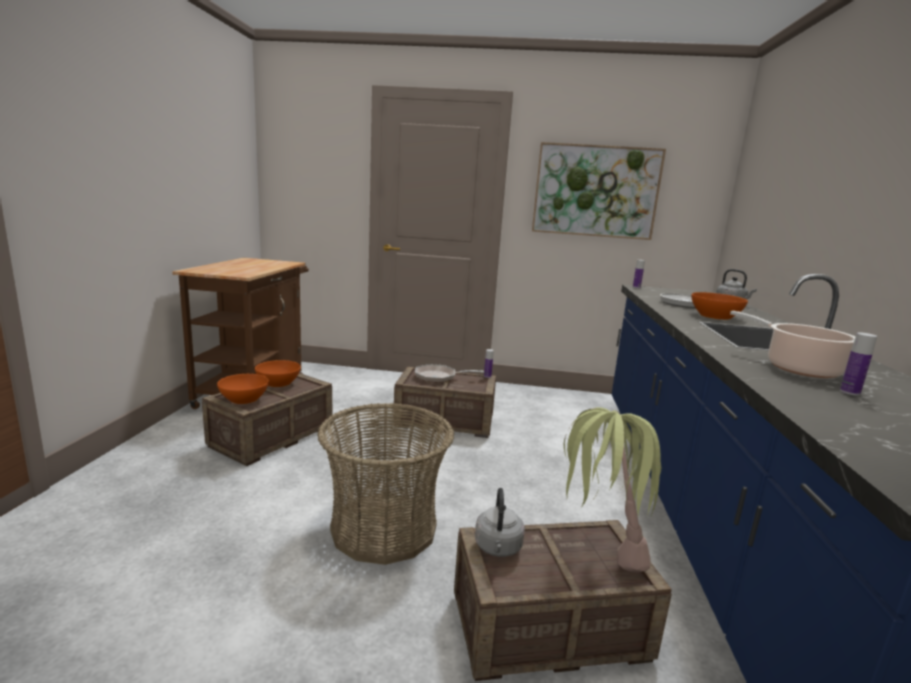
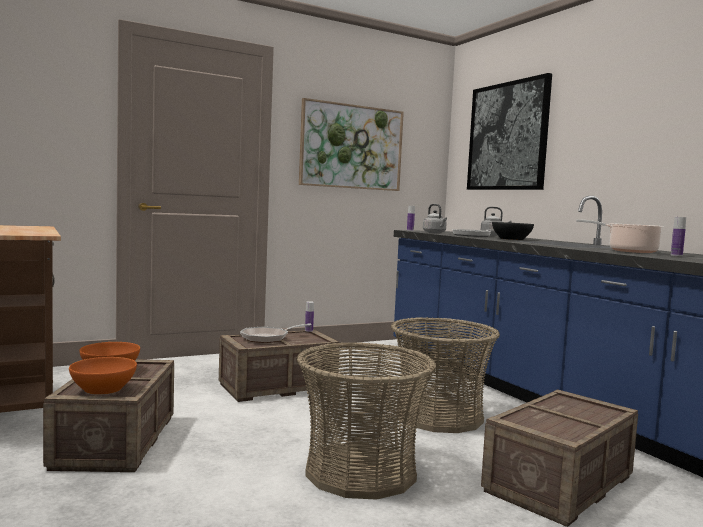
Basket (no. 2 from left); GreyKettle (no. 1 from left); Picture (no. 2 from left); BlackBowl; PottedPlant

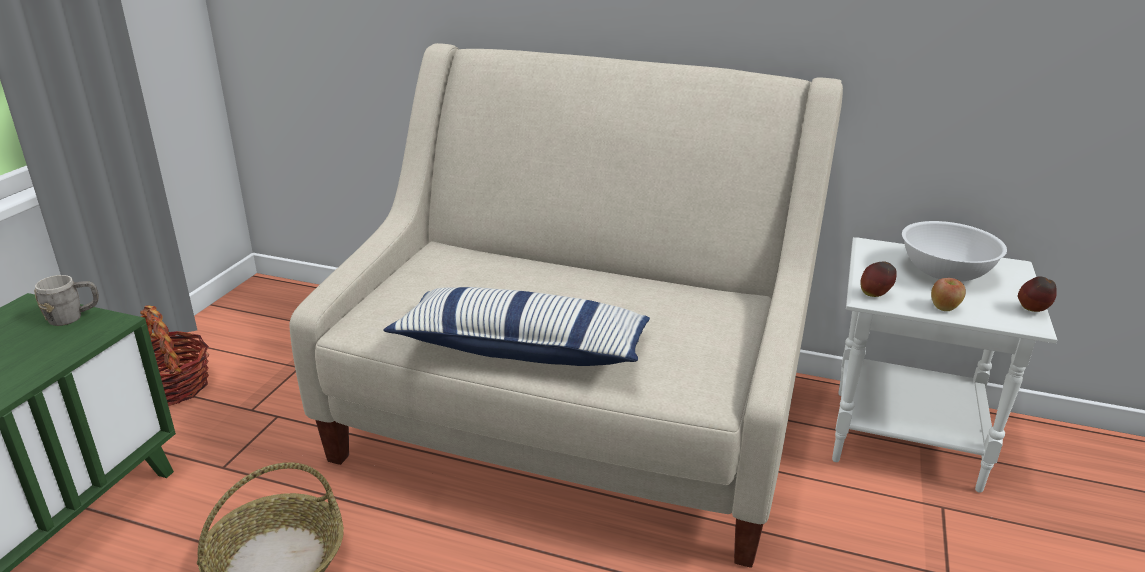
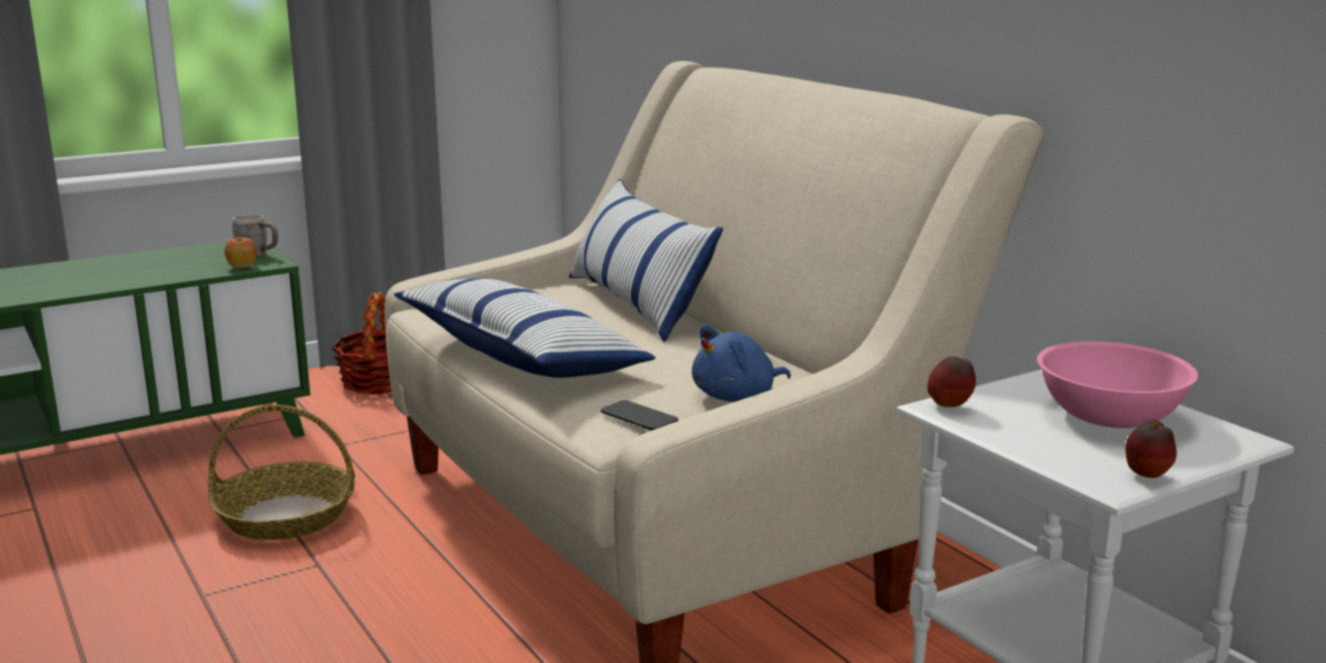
Apple (no. 1 from left); Pillow (no. 2 from left); Phone; BluePlushToy; PinkBowl

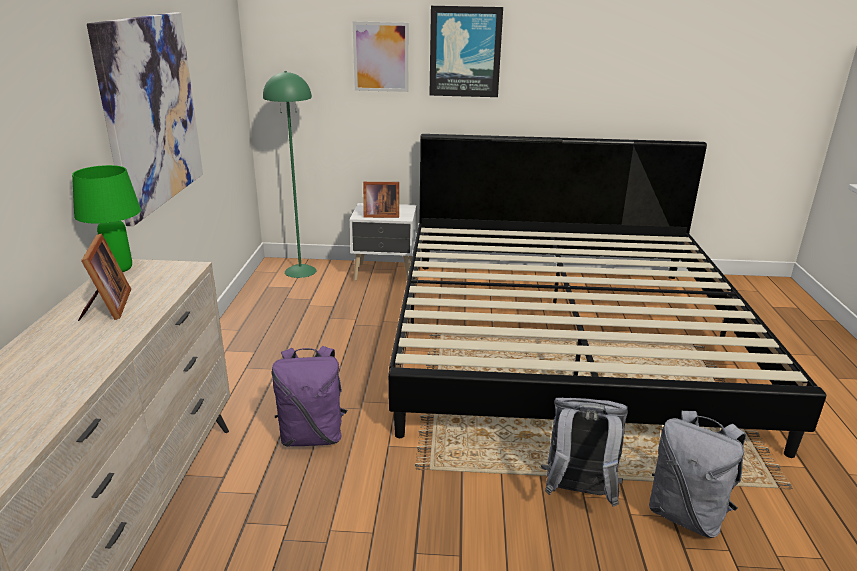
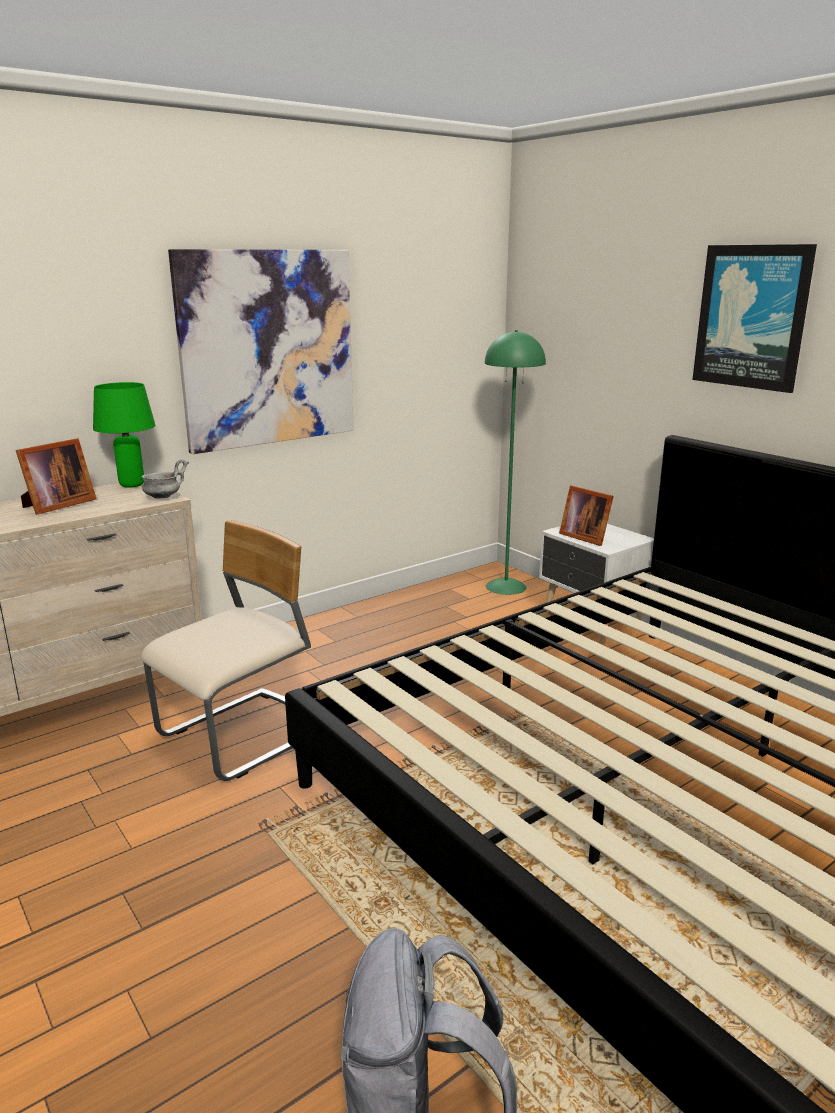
BeigeChair; GreyBowl; Picture (no. 2 from left in the first image); GreyBackpack (no. 1 from left in the first image)

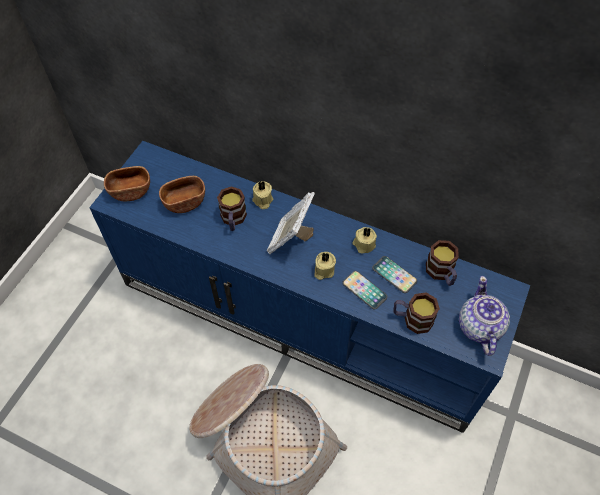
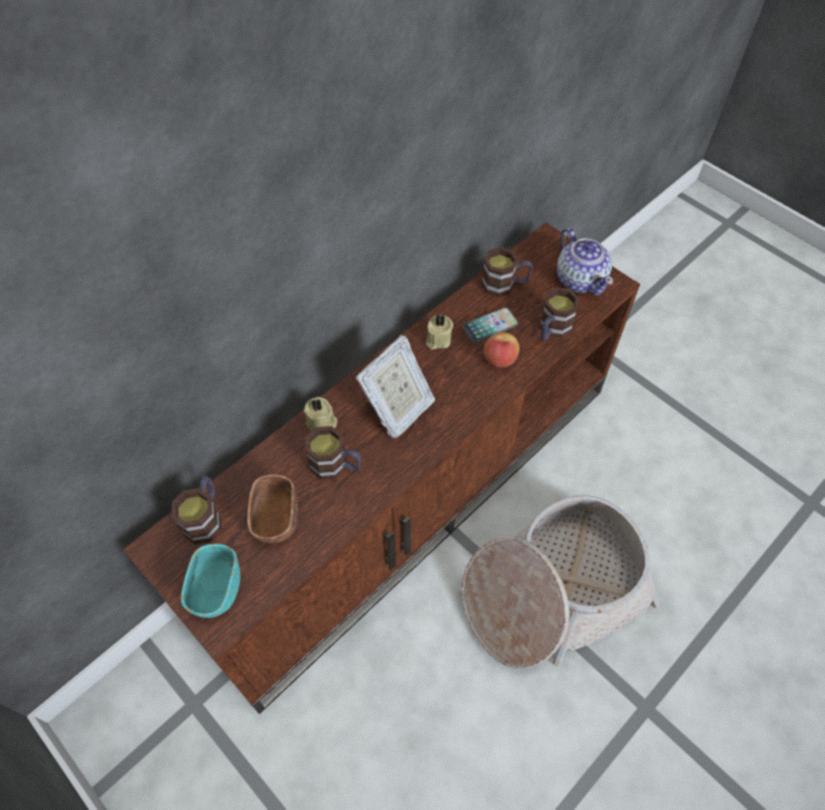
BrownTvStand; Mug (no. 1 from left); TurquoiseBowl; PictureFrame; Apple; Teapot; BeigeCandle (no. 2 from left in the first image)

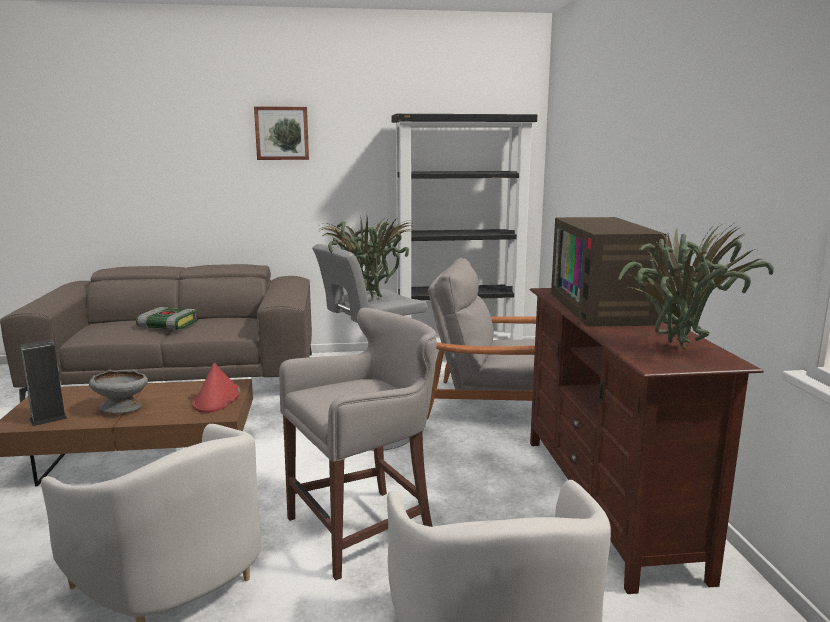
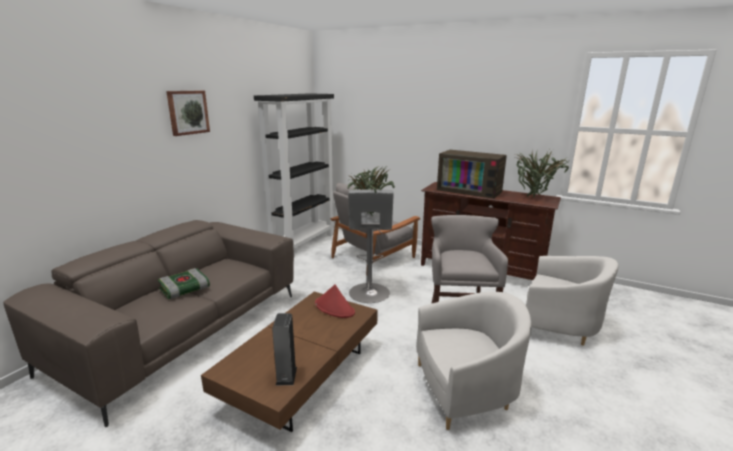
GreyBowl

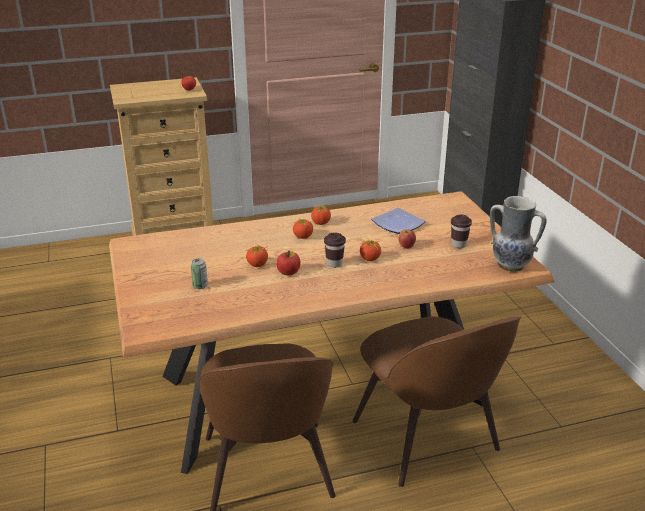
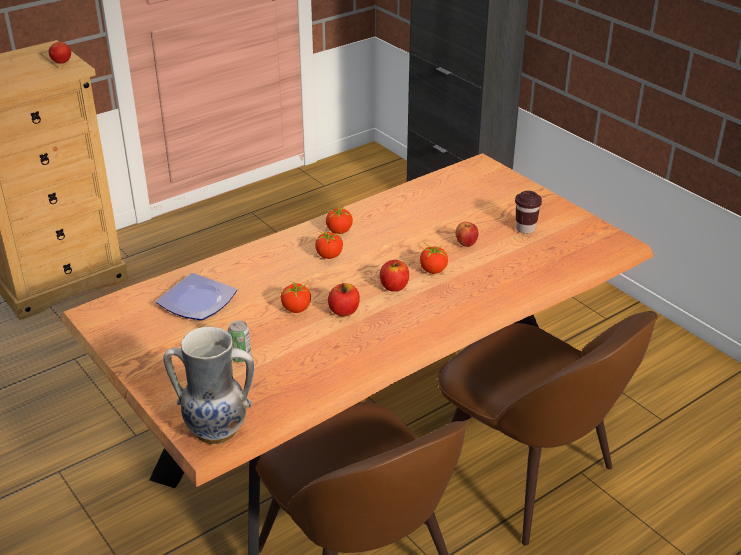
Plate; Vase; Apple (no. 2 from left)

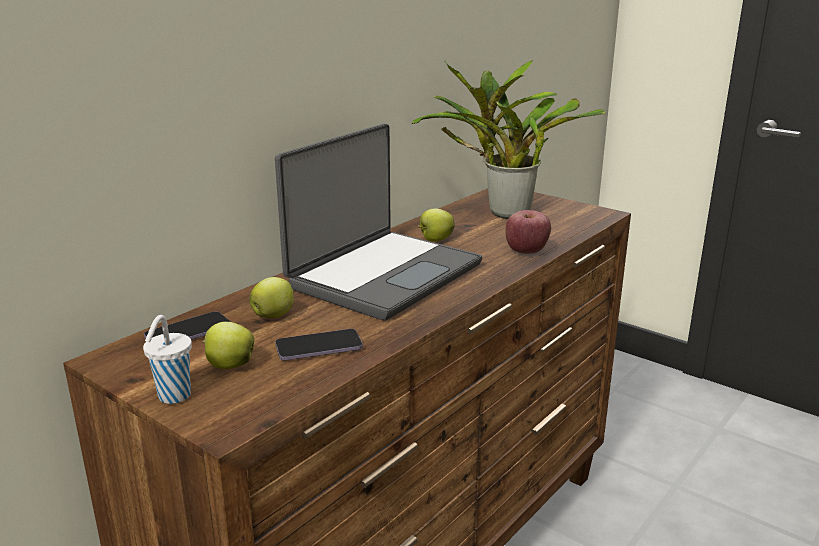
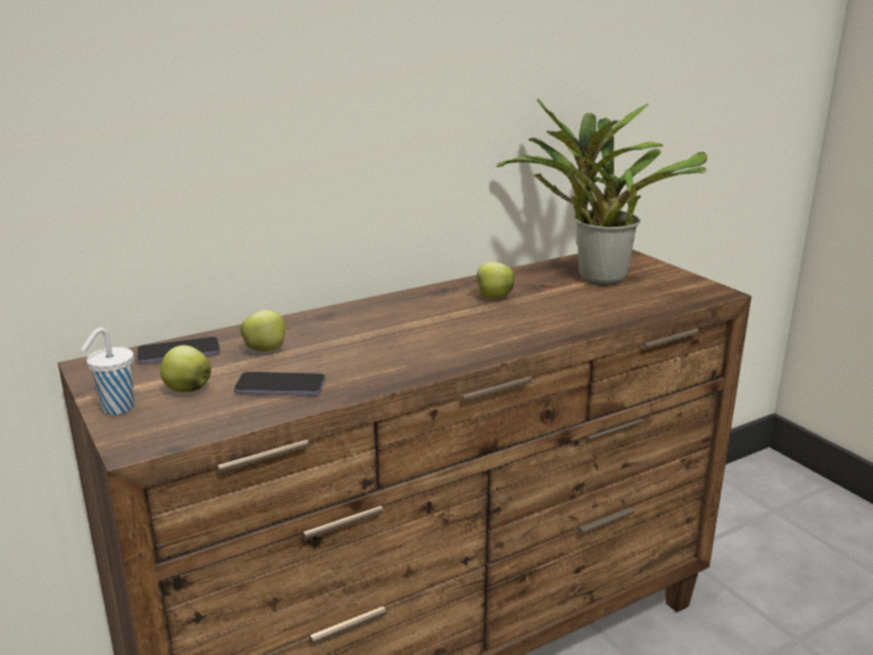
Laptop; Apple (no. 4 from left in the first image)

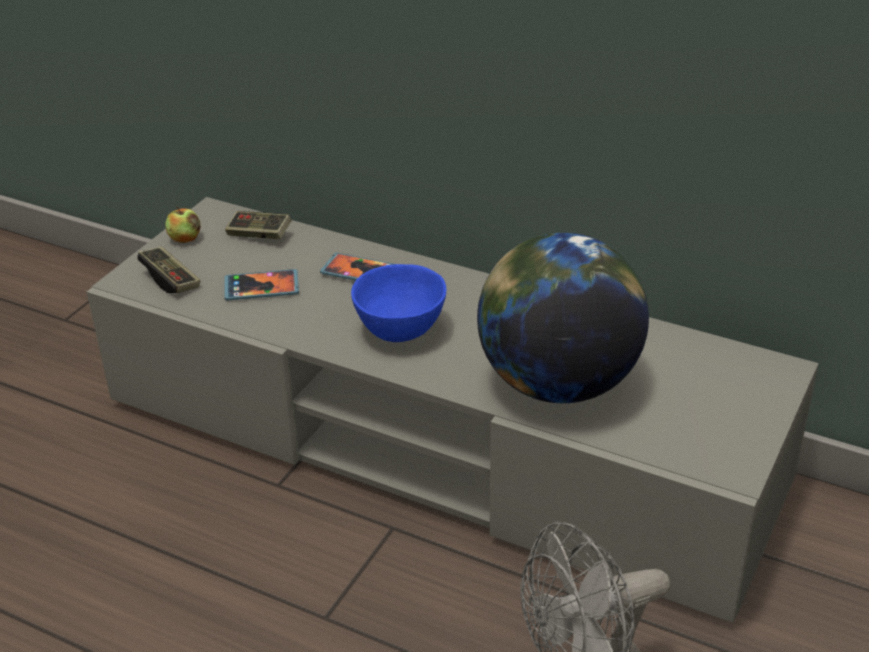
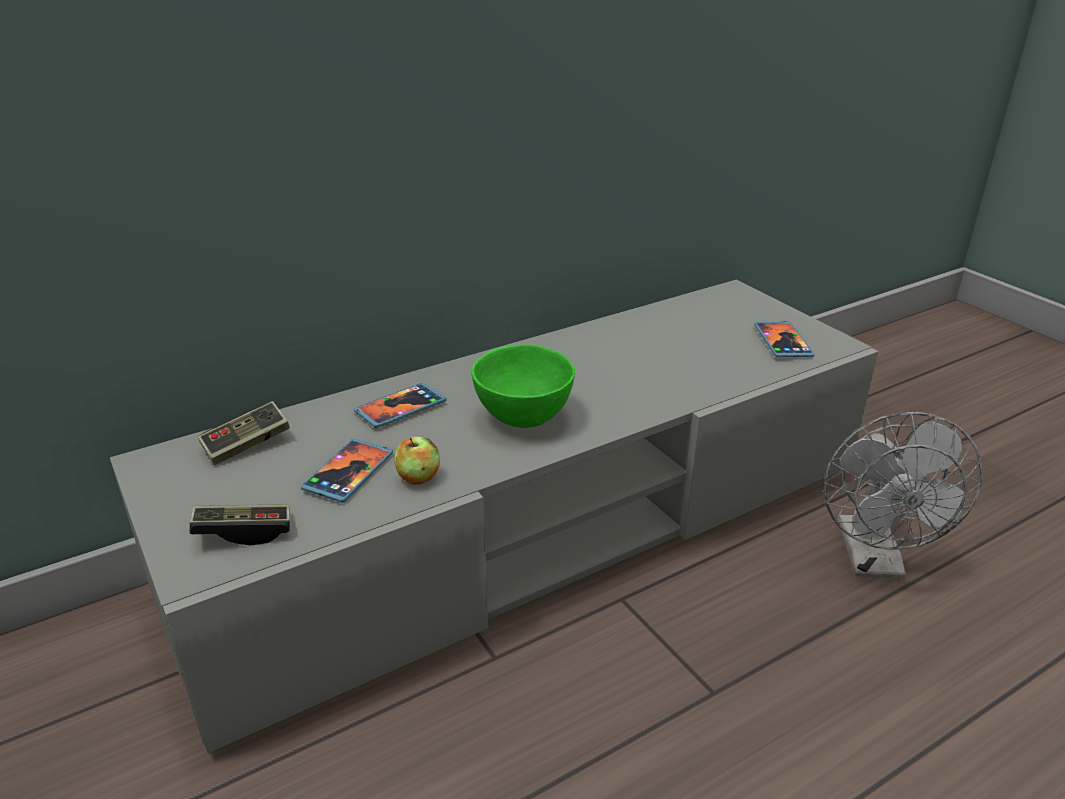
Apple; GreenBowl; Phone (no. 3 from left); Globe

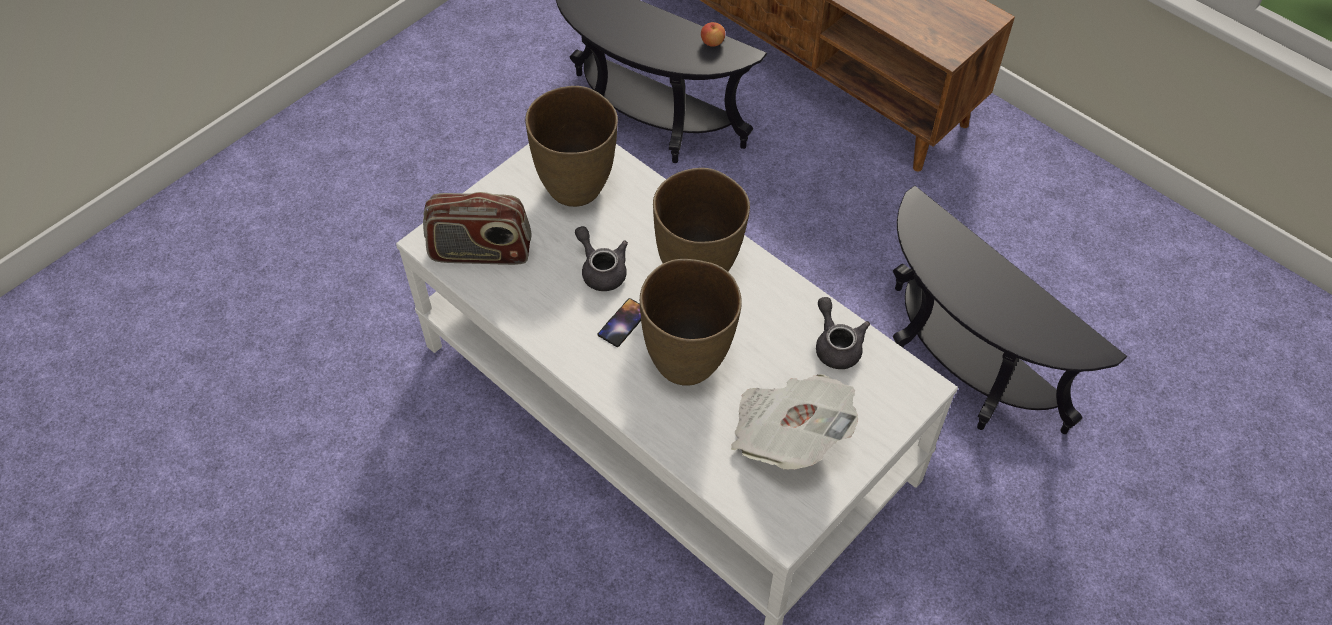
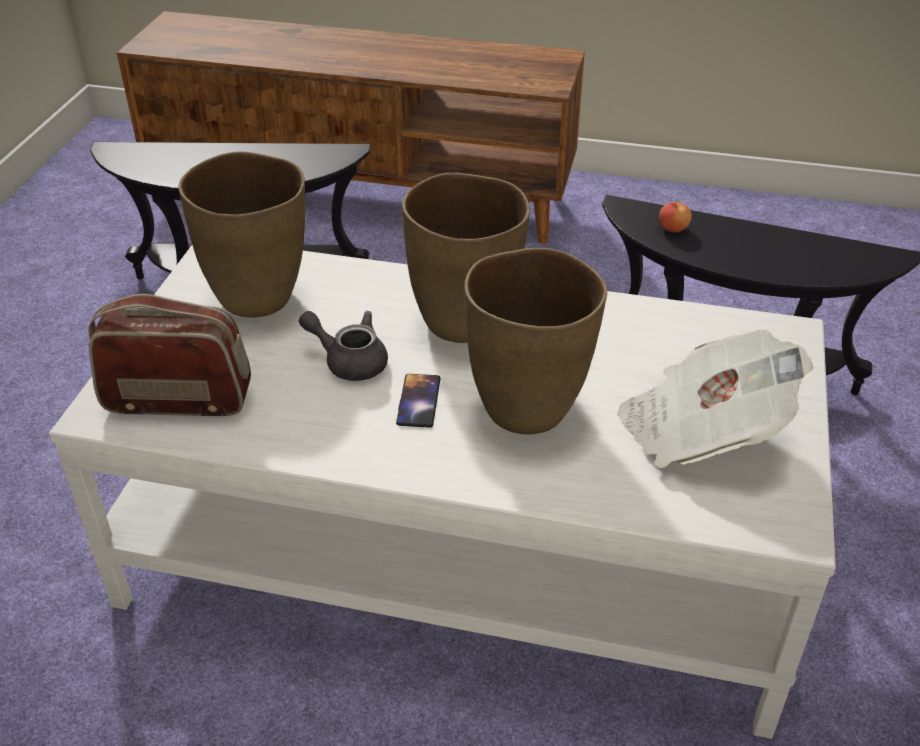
Radio; Apple; GreyTeapot (no. 2 from left in the first image)

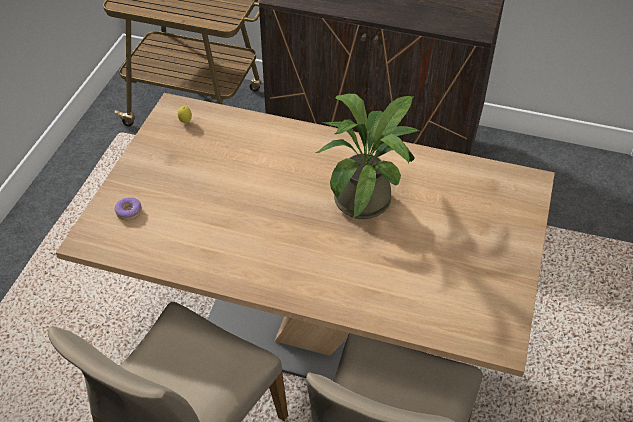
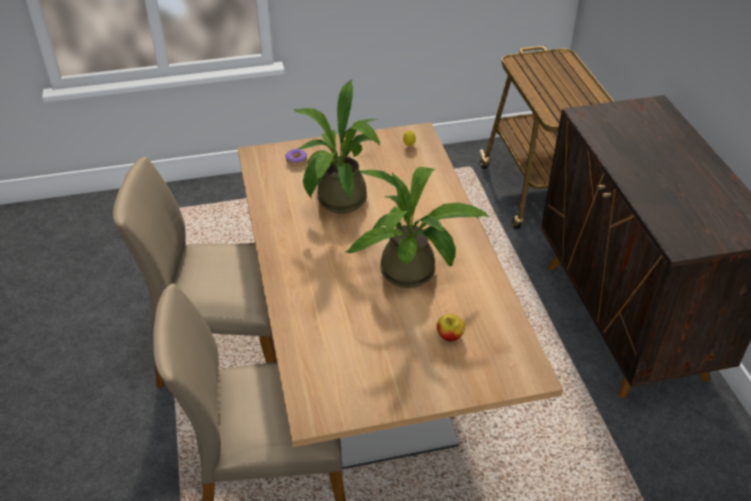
PottedPlant (no. 1 from left); Apple

